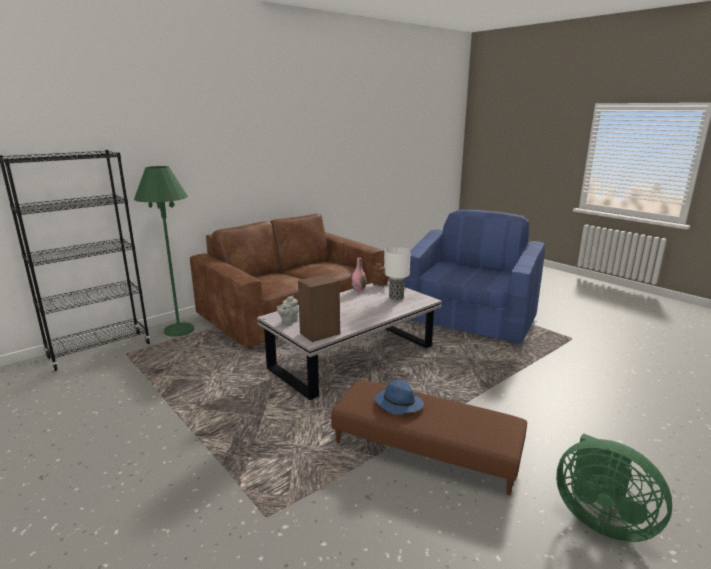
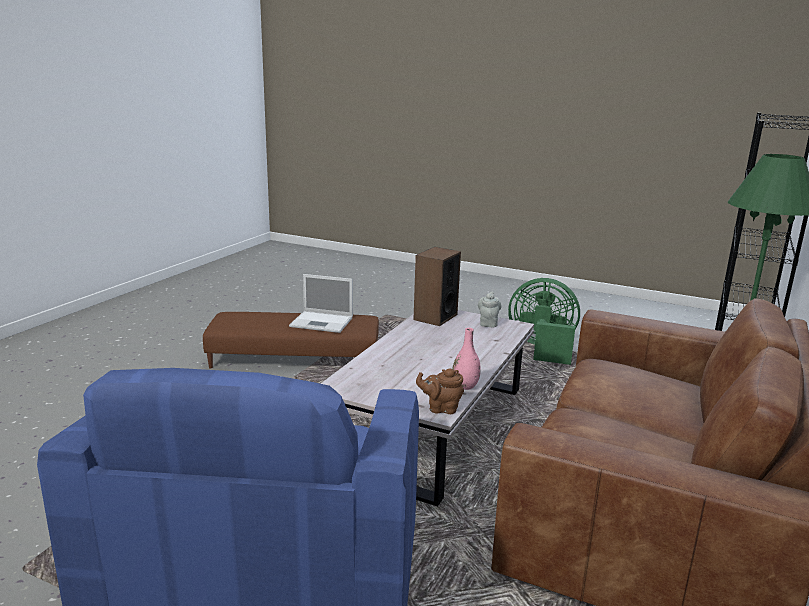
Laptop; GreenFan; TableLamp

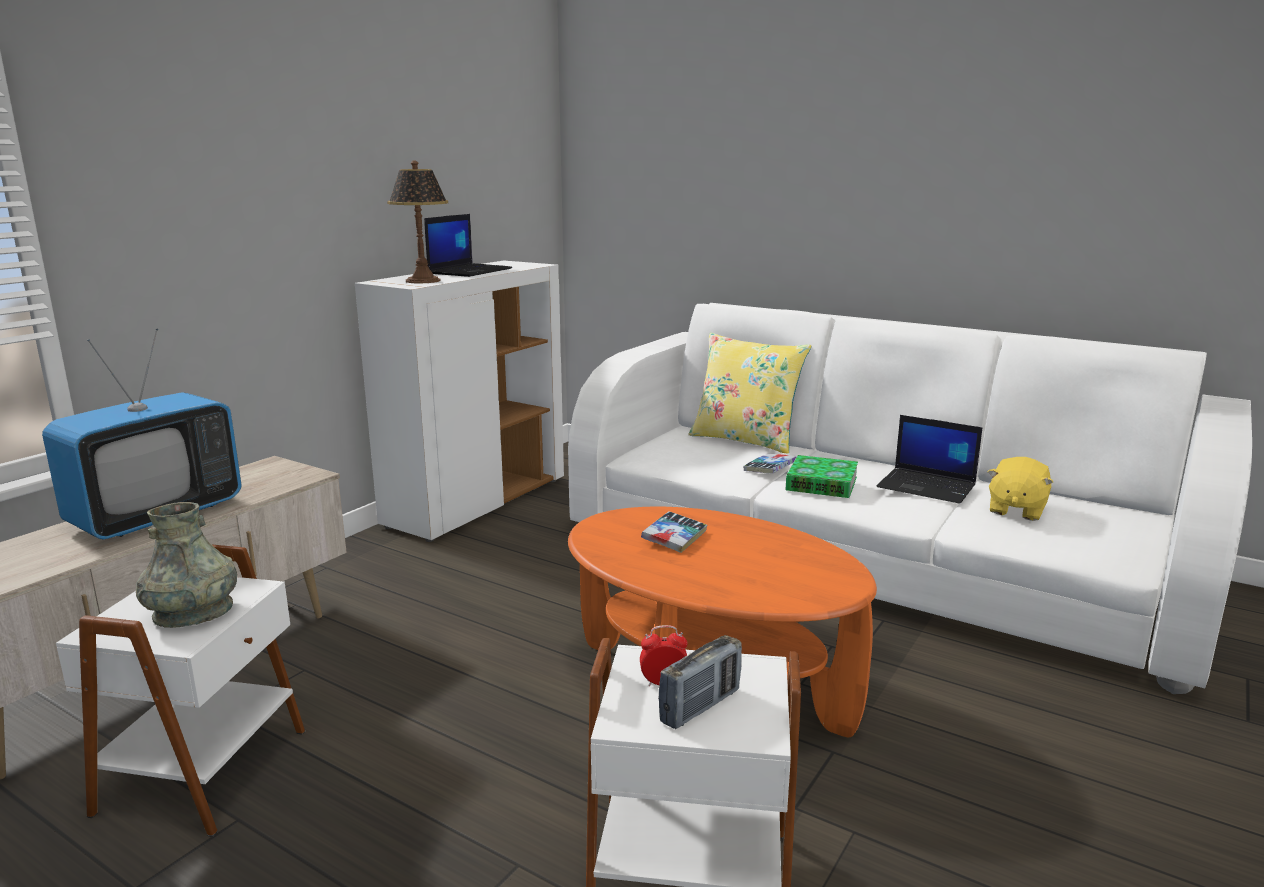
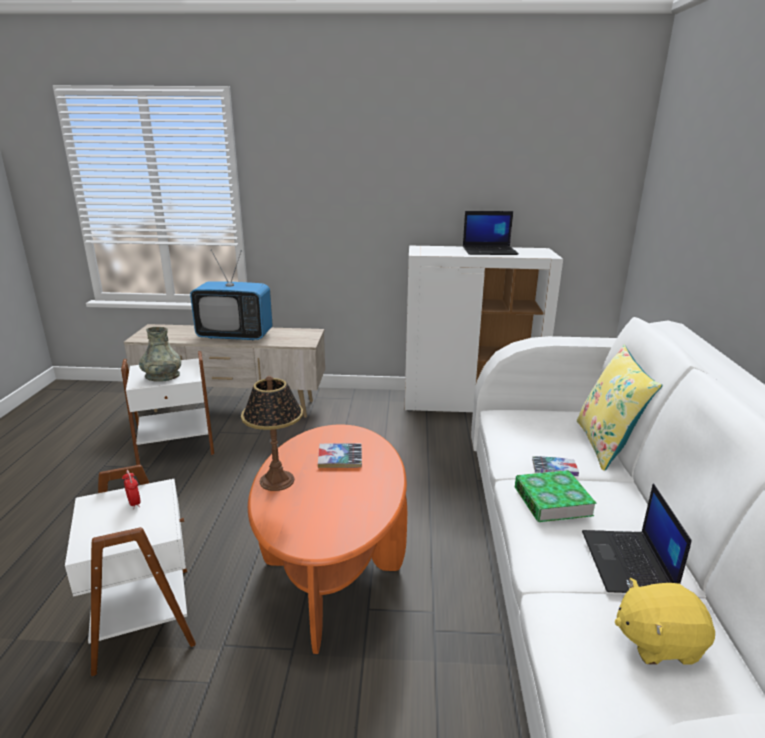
TableLamp; Radio

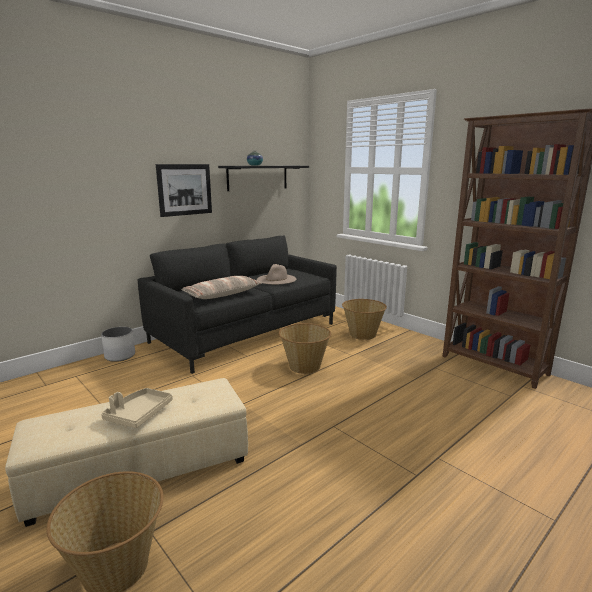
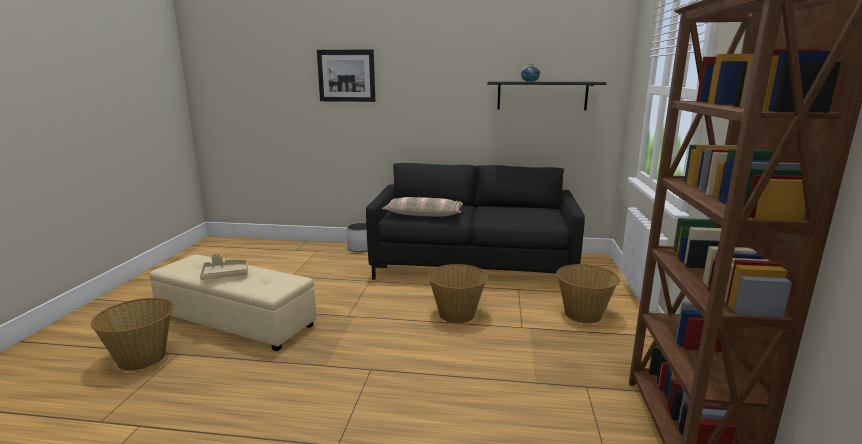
Picture; BeigeHat

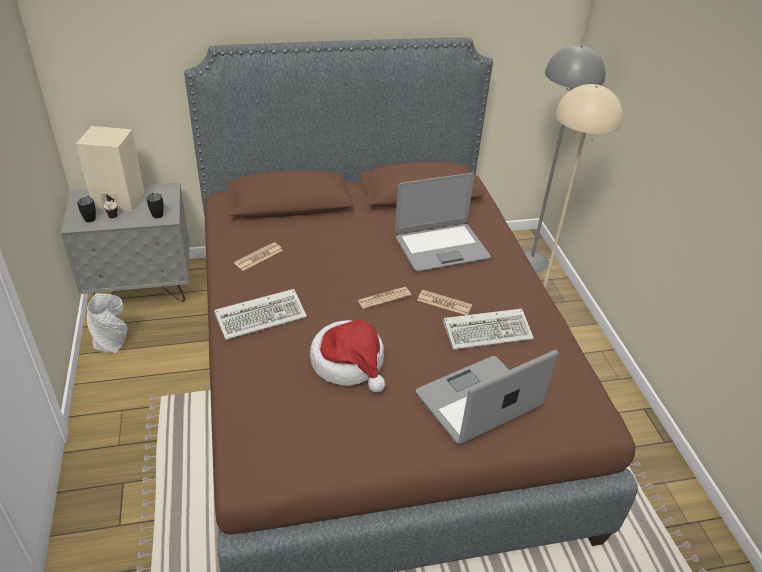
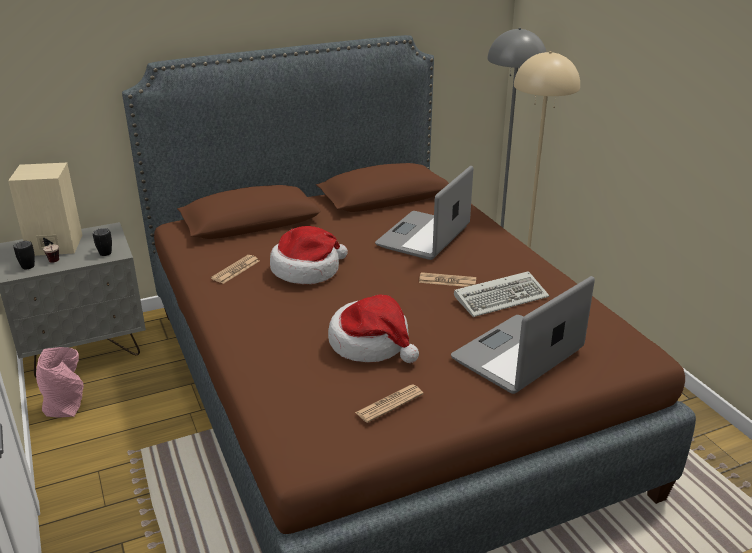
PinkVase; Hat (no. 1 from left); Newspaper (no. 2 from left); Laptop (no. 1 from left); Keyboard (no. 1 from left in the first image)

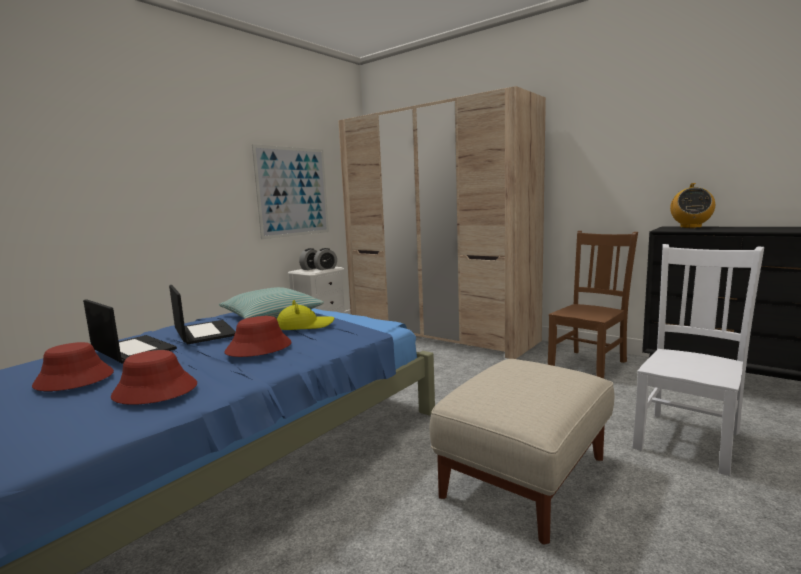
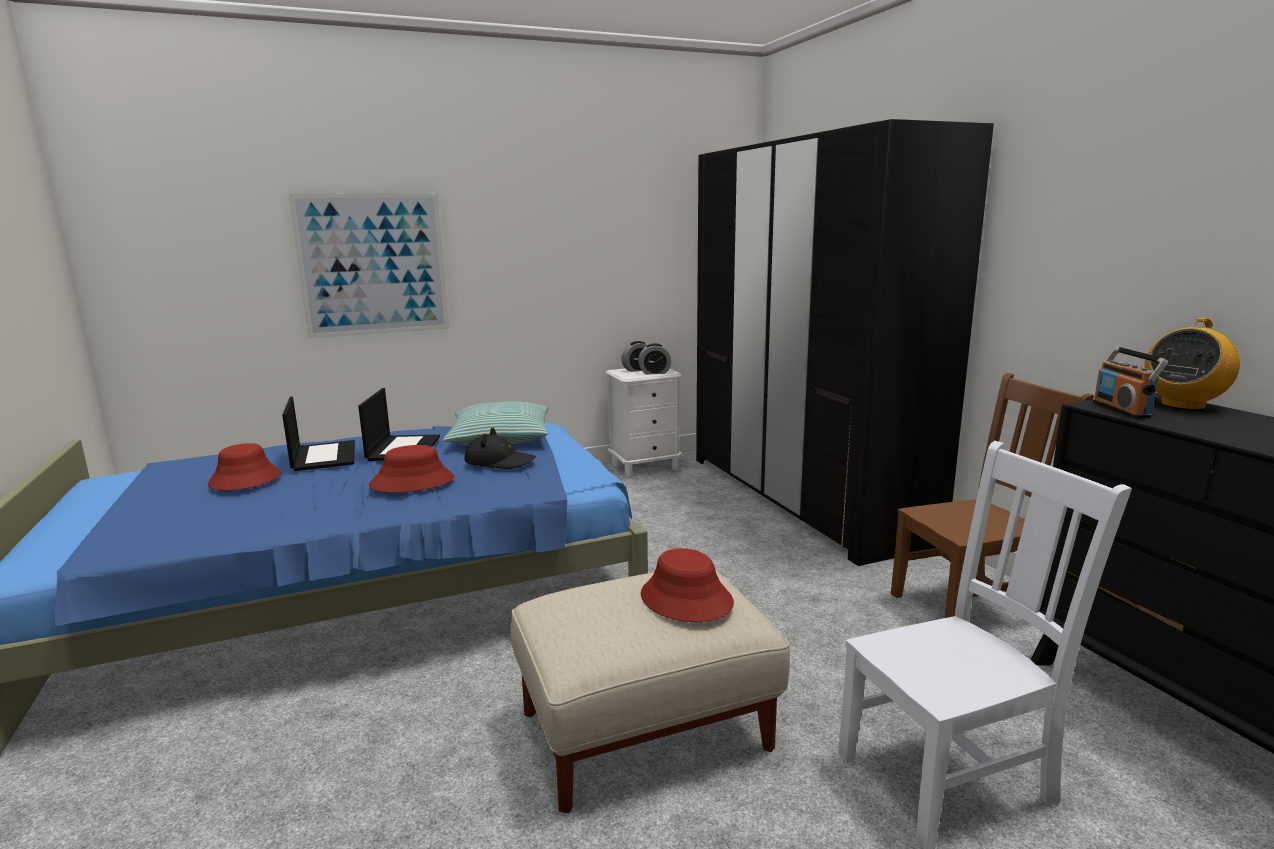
Picture; BlackHat; RedHat (no. 3 from left); BlackWardrobe; Radio (no. 1 from left)

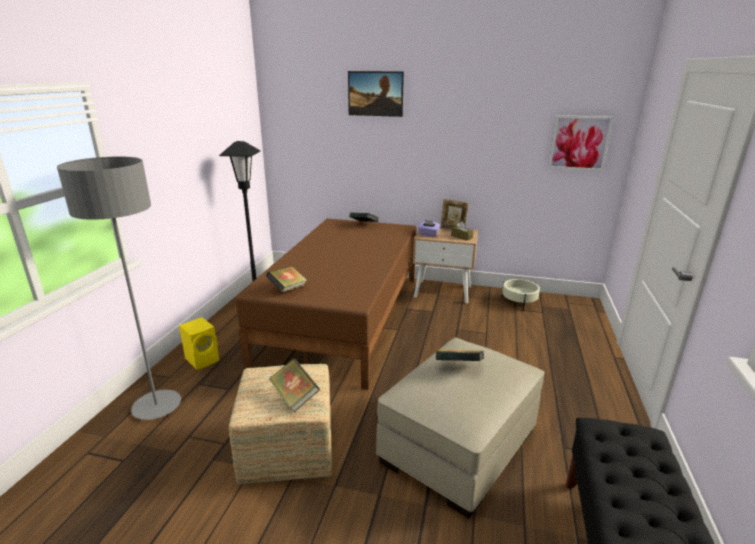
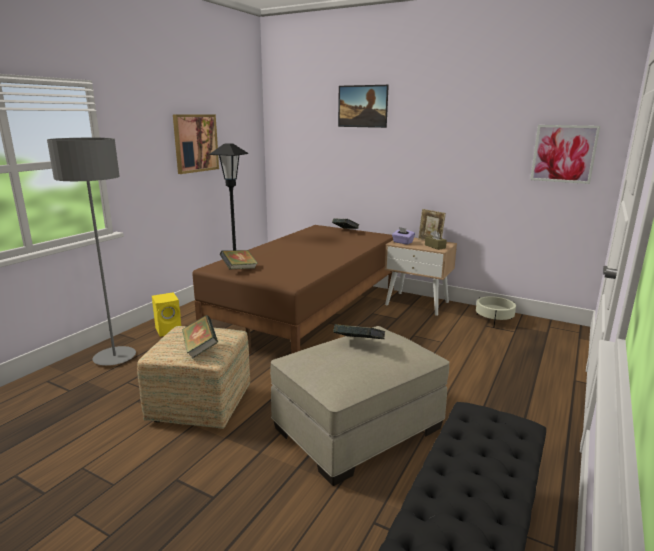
Picture (no. 1 from left)

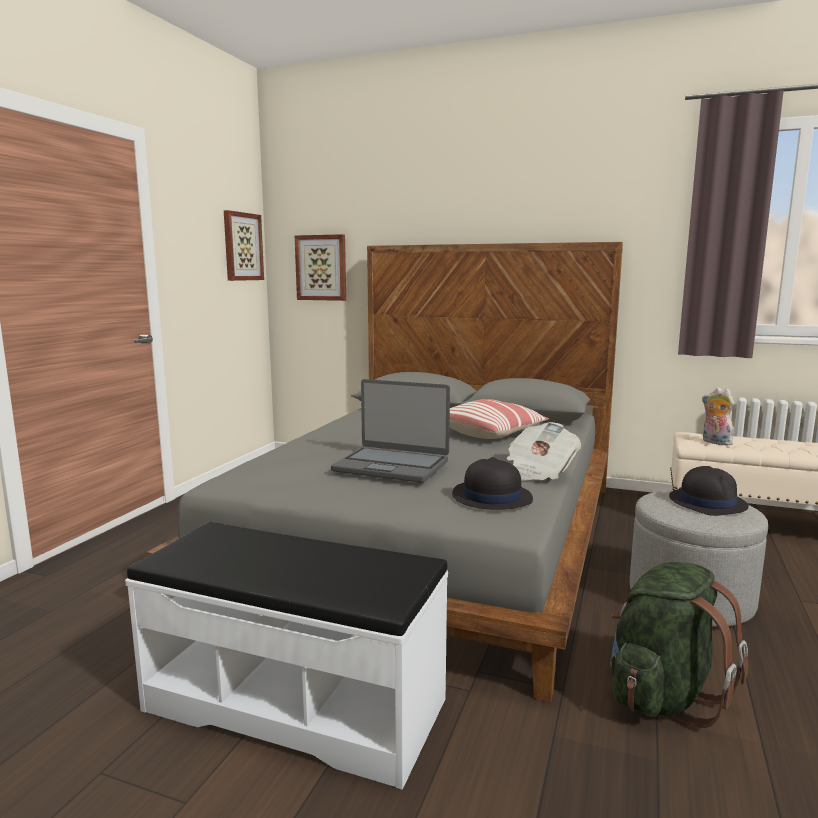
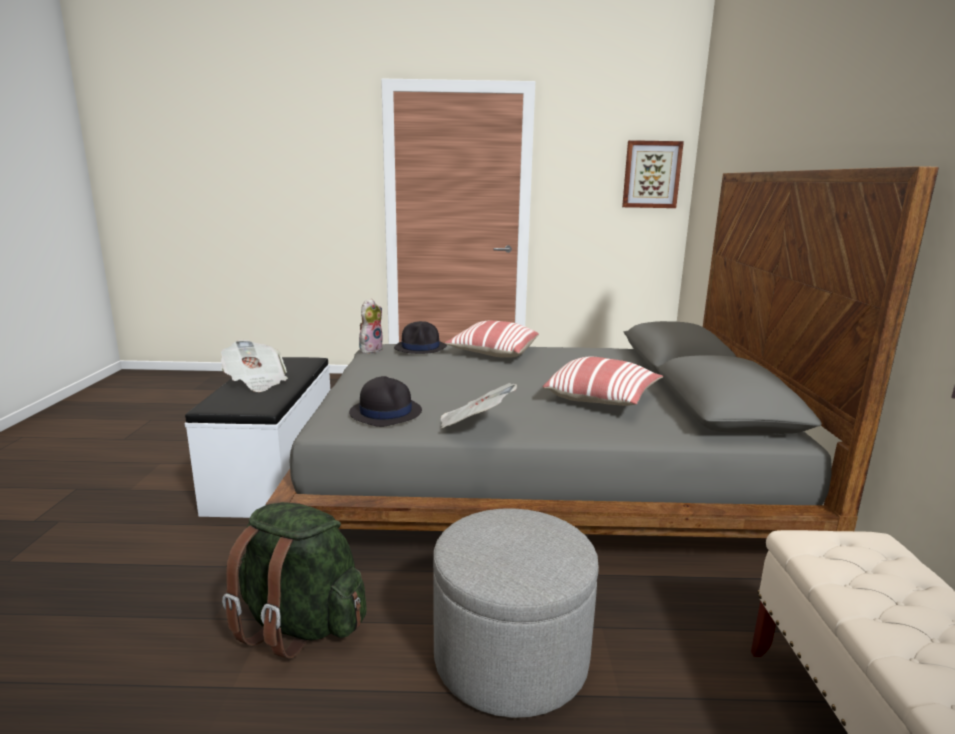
Newspaper (no. 1 from left); PlushToy; BlackHat (no. 2 from left); Pillow (no. 1 from left); Picture (no. 2 from left in the first image); Laptop

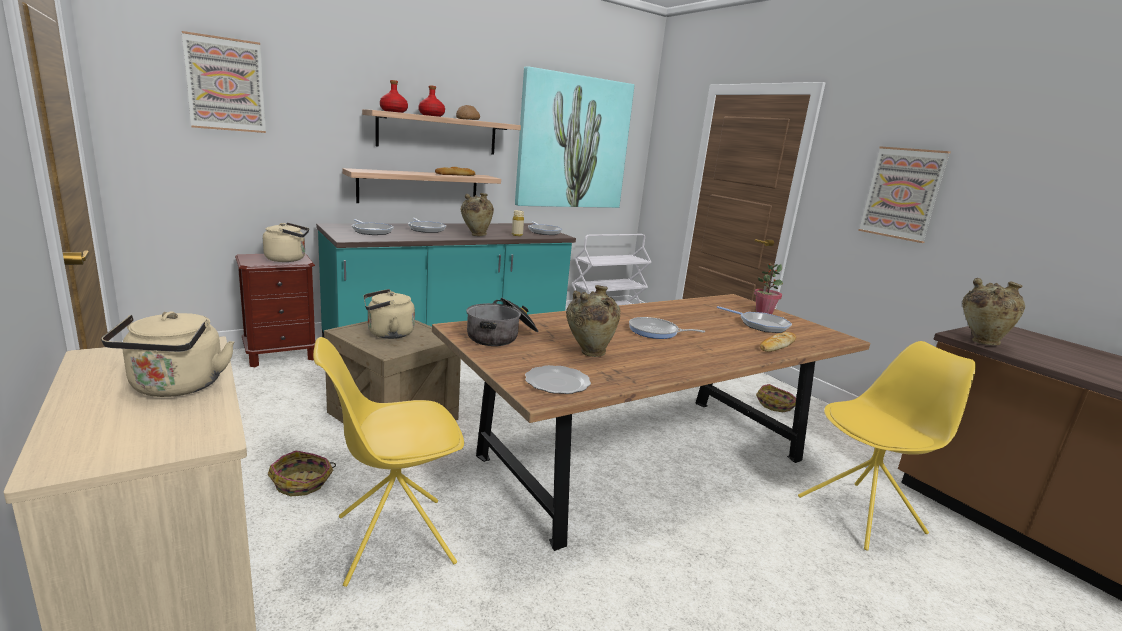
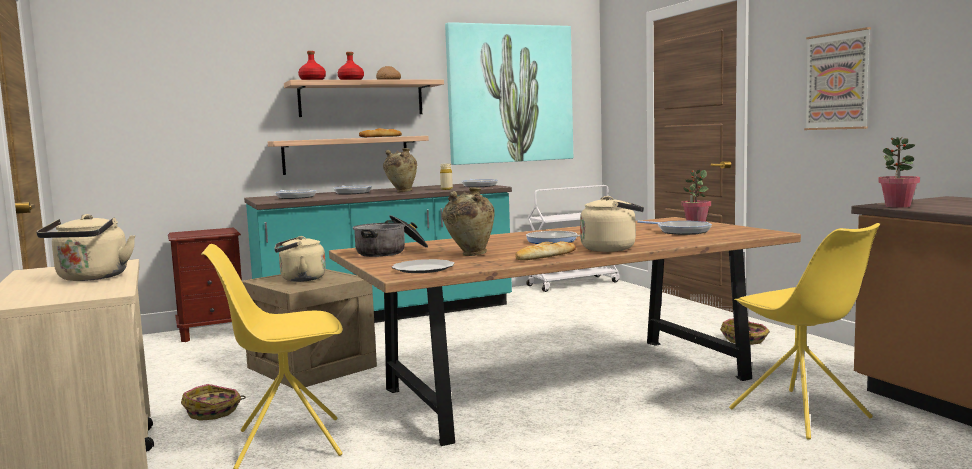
Bread (no. 3 from left); BeigeKettle (no. 3 from left); YellowChair (no. 2 from left); PottedPlant (no. 2 from left); Picture (no. 1 from left in the first image)

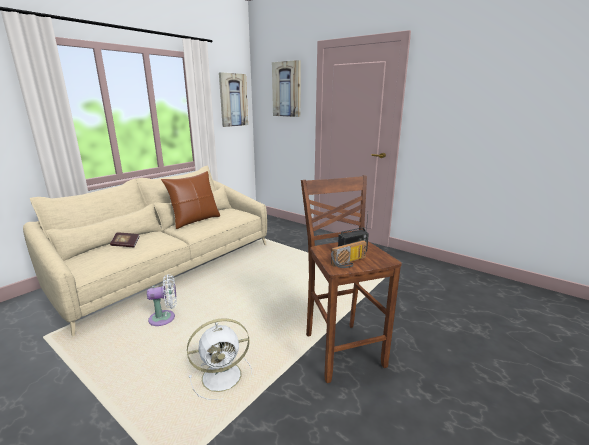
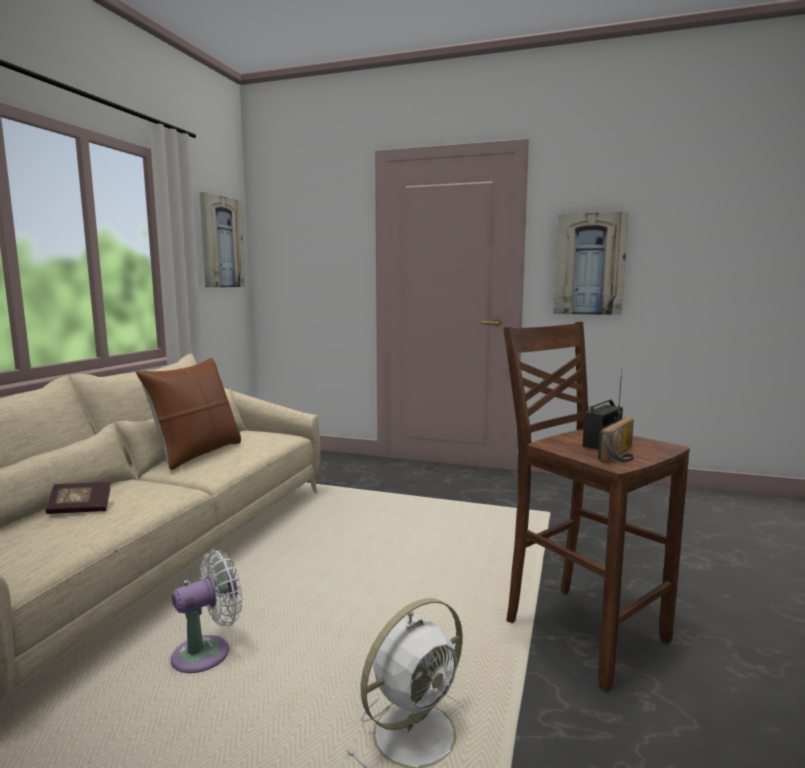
Picture (no. 2 from left)

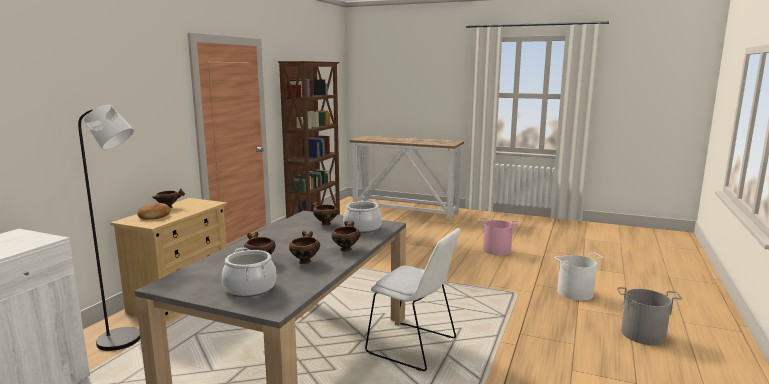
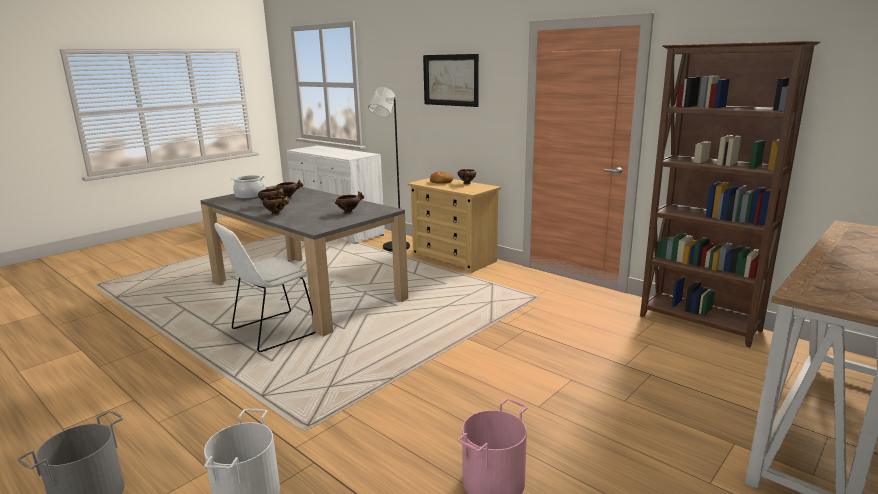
Picture; CookingPot (no. 2 from left in the first image)

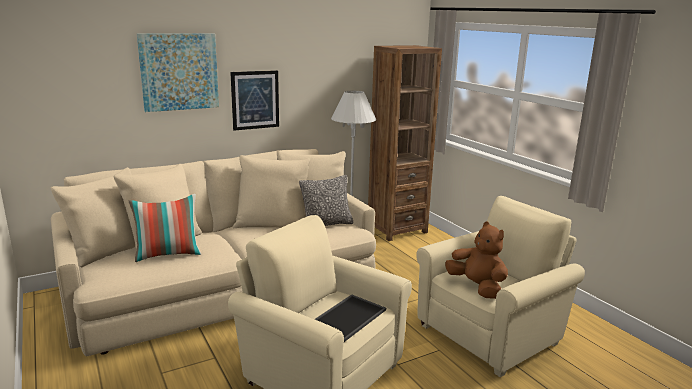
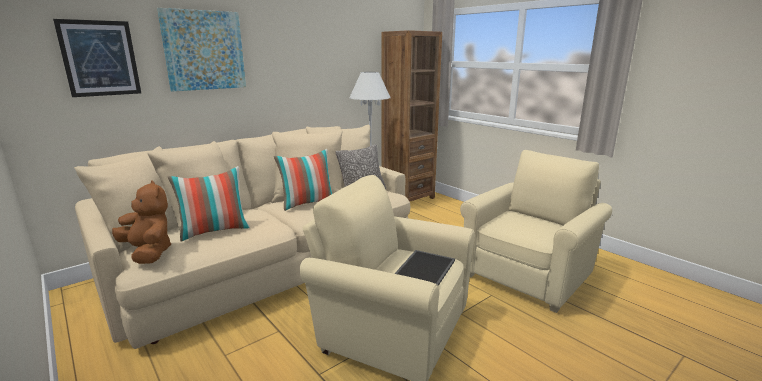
Picture (no. 1 from left); BrownPlushToy; Pillow (no. 2 from left)

